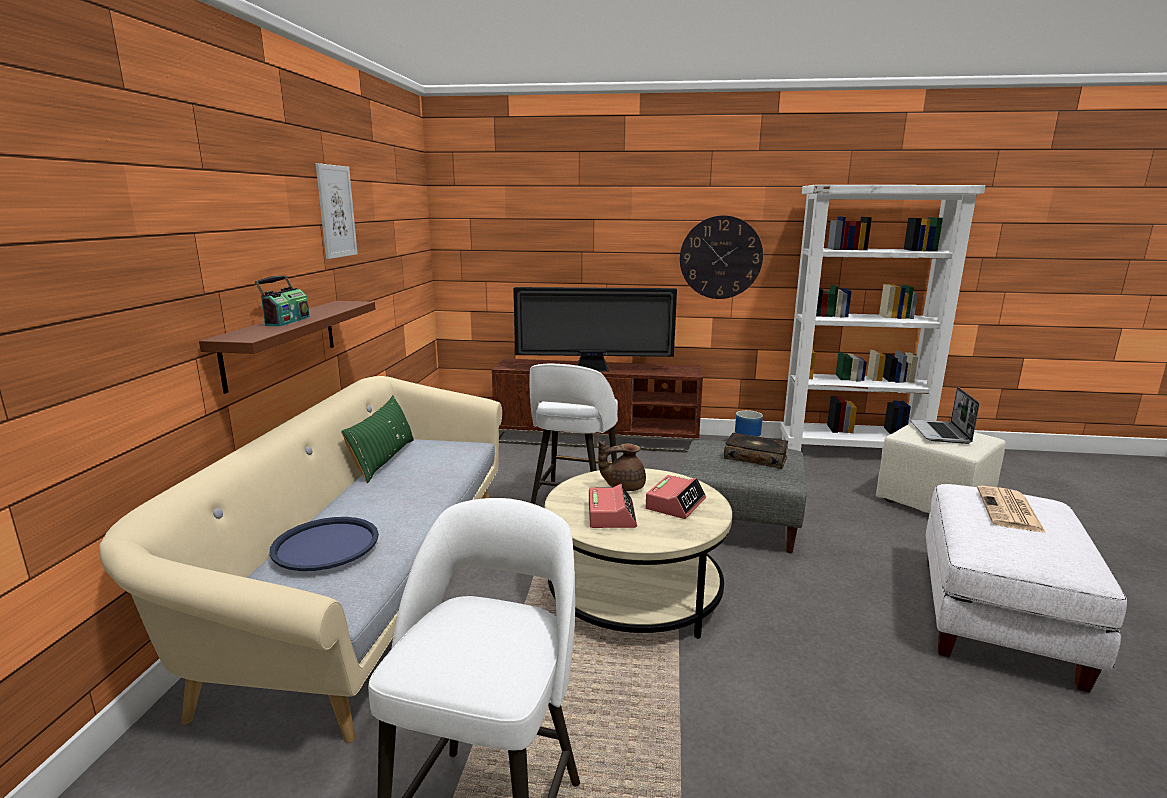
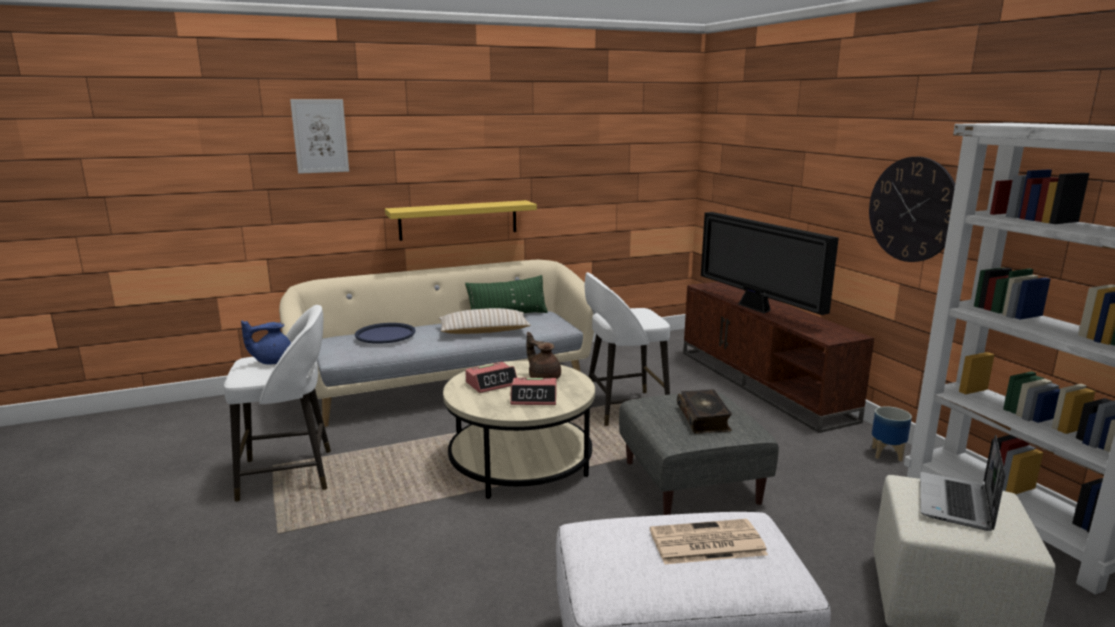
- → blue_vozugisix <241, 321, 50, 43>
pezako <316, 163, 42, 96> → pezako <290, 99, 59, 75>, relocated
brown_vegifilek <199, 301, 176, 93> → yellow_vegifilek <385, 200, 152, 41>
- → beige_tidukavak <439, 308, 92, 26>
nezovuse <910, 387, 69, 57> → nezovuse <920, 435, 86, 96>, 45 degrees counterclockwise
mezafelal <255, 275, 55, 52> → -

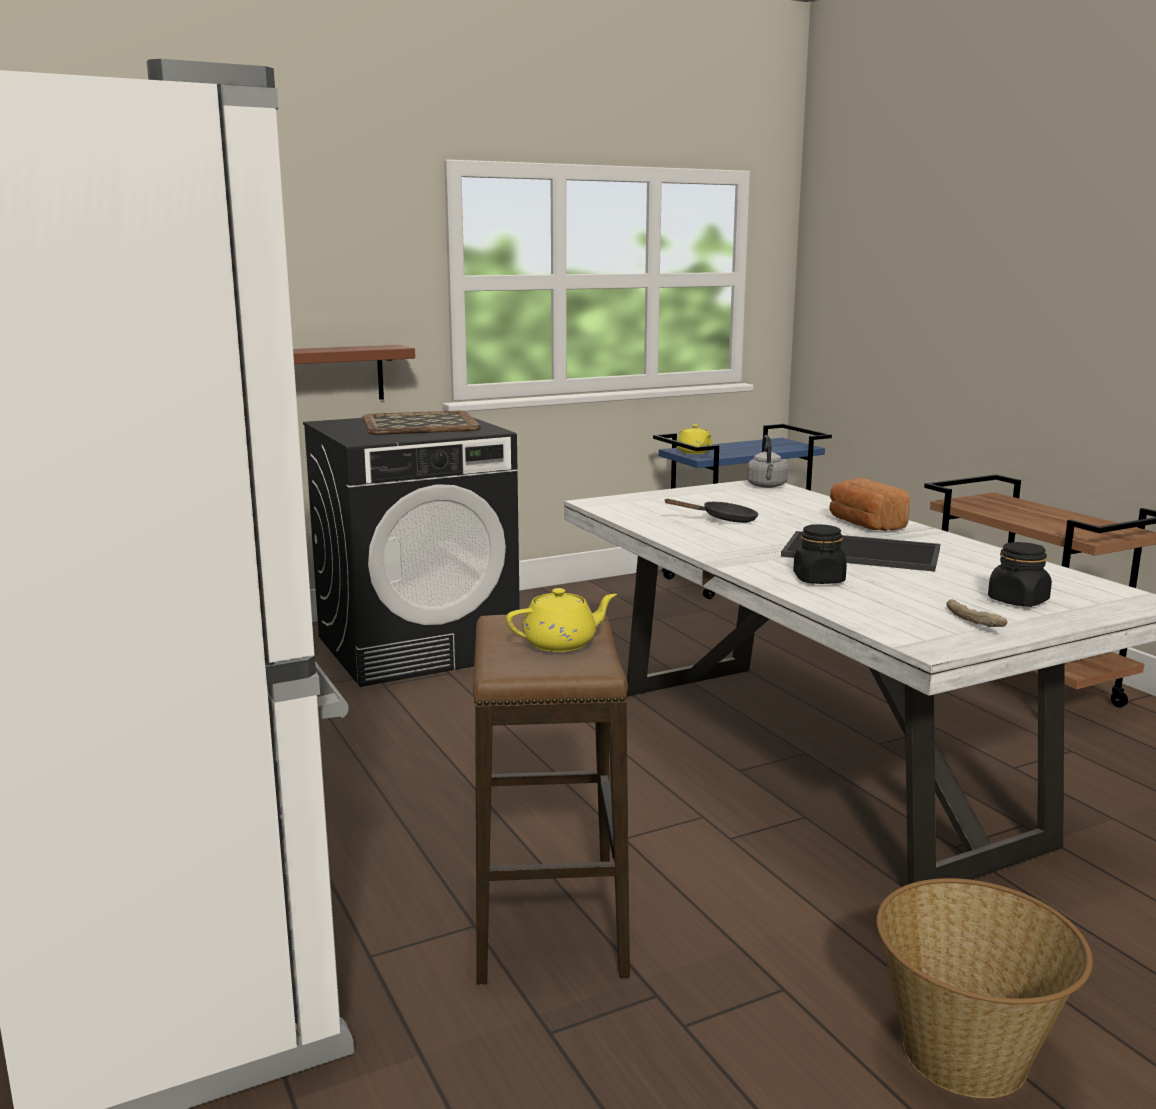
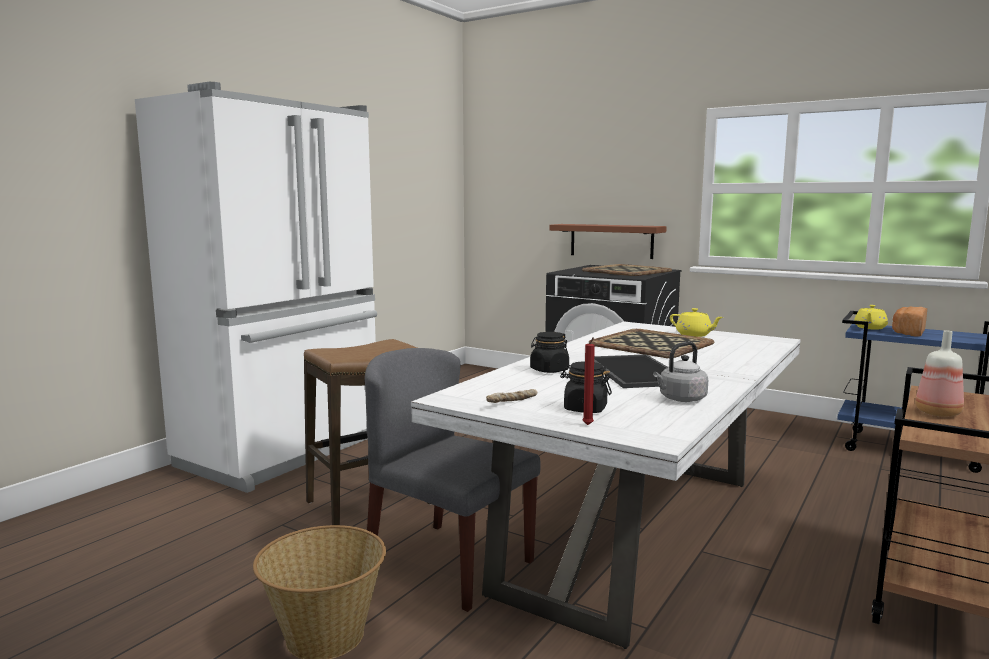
- → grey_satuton <365, 348, 176, 264>
- → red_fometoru <582, 337, 13, 88>
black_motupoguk <664, 499, 94, 24> → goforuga <589, 329, 125, 29>
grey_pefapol <747, 435, 41, 53> → grey_pefapol <653, 342, 55, 60>, relocated
yellow_vozugisix <506, 588, 111, 64> → yellow_vozugisix <670, 308, 53, 29>, relocated
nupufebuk <829, 478, 81, 53> → nupufebuk <892, 307, 35, 29>, relocated
- → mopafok <915, 330, 49, 87>

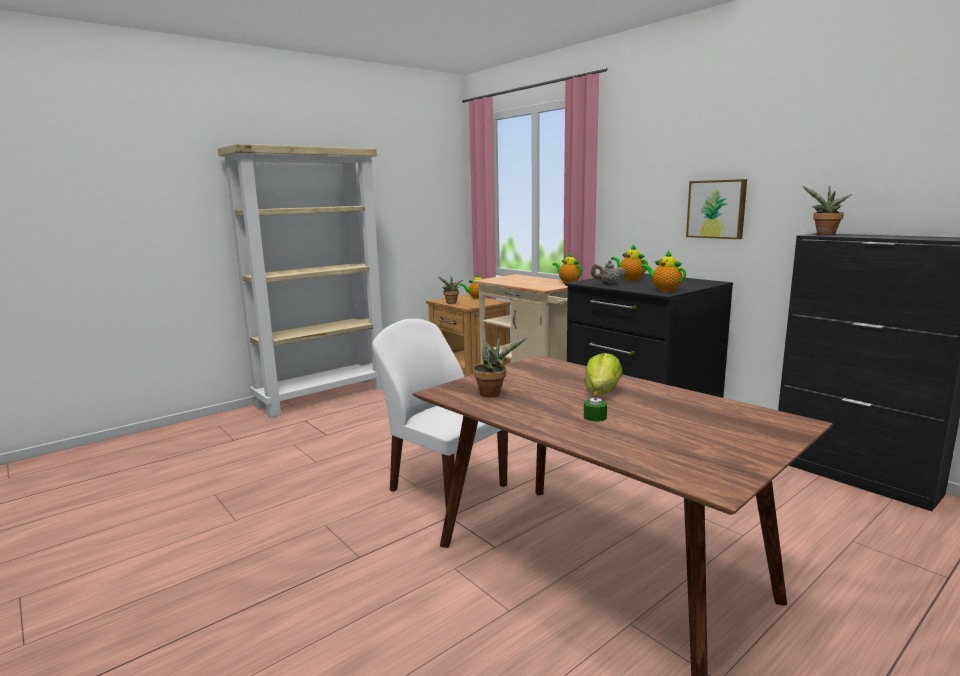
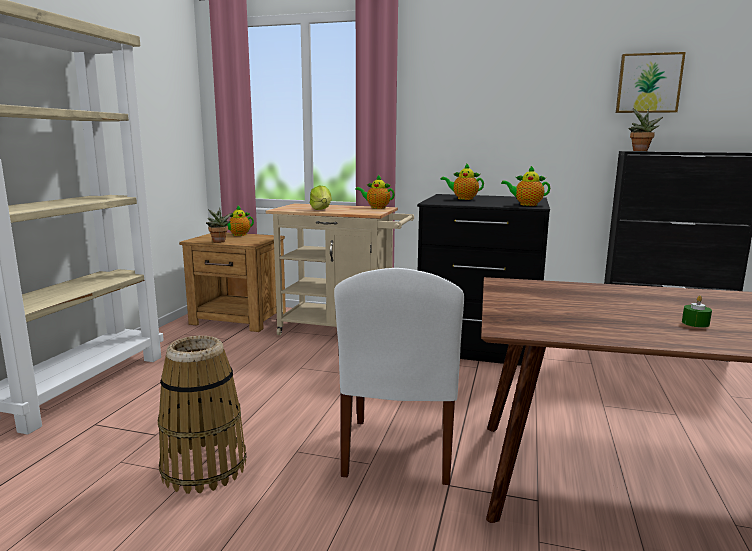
- → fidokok <158, 336, 89, 158>
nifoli <584, 353, 39, 41> → nifoli <310, 185, 22, 25>, relocated
white_satuton <372, 319, 136, 190> → white_satuton <334, 268, 130, 217>, 90 degrees counterclockwise
pezako <686, 179, 61, 60> → pezako <616, 52, 70, 61>, relocated
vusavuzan <473, 334, 54, 63> → -
beige_vozugisix <591, 261, 35, 24> → -

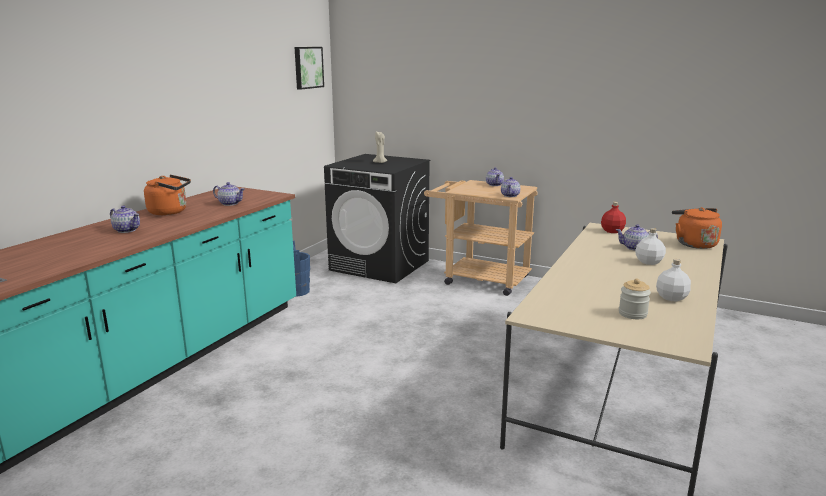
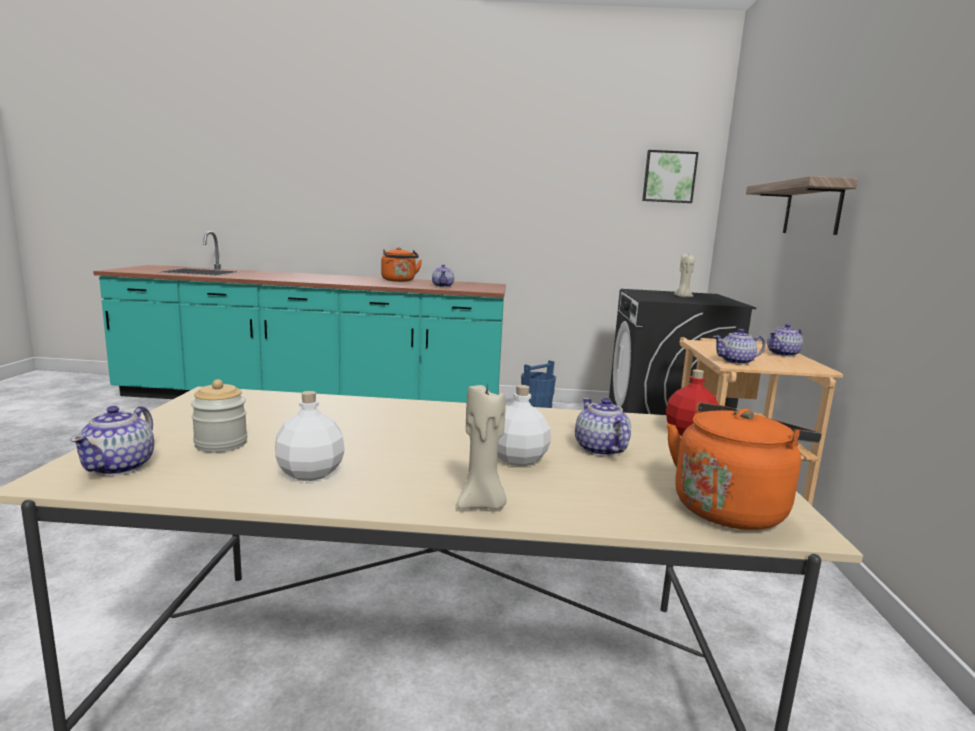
vozugisix <110, 205, 30, 28> → vozugisix <70, 406, 84, 70>, relocated
- → beige_fometoru <457, 381, 49, 128>
- → vegifilek <746, 176, 112, 59>

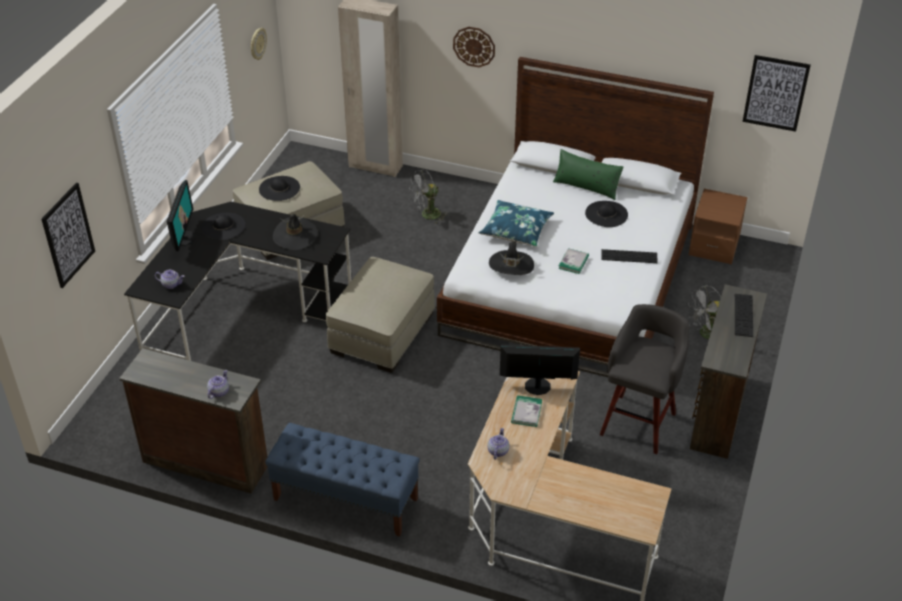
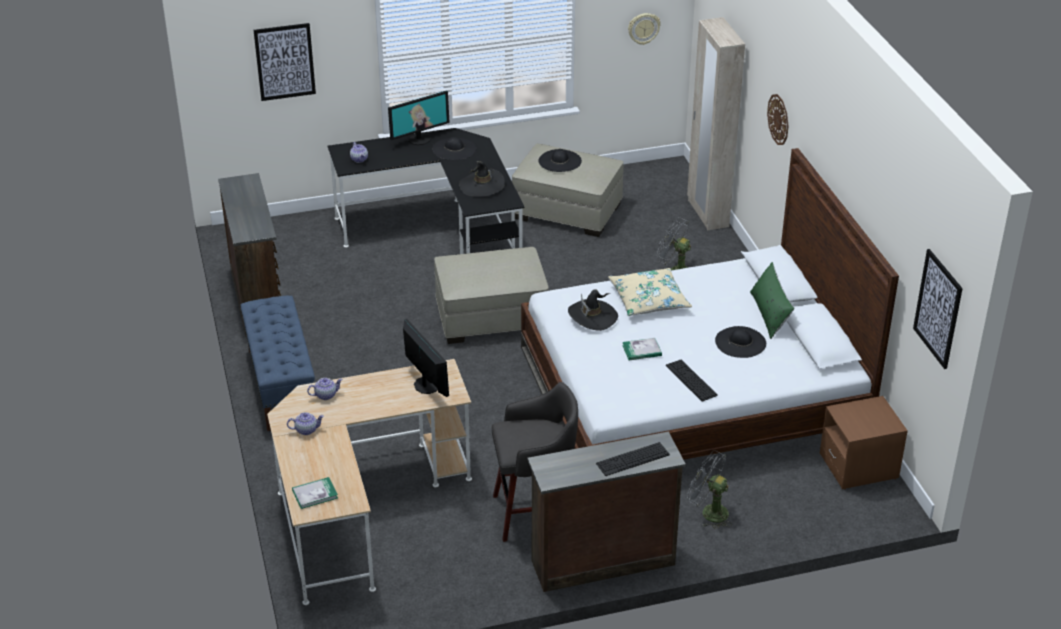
vozugisix <207, 370, 22, 29> → vozugisix <287, 412, 37, 23>, relocated
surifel <511, 395, 31, 32> → surifel <292, 477, 46, 32>, relocated
blue_tidukavak <479, 200, 75, 47> → beige_tidukavak <608, 268, 84, 48>

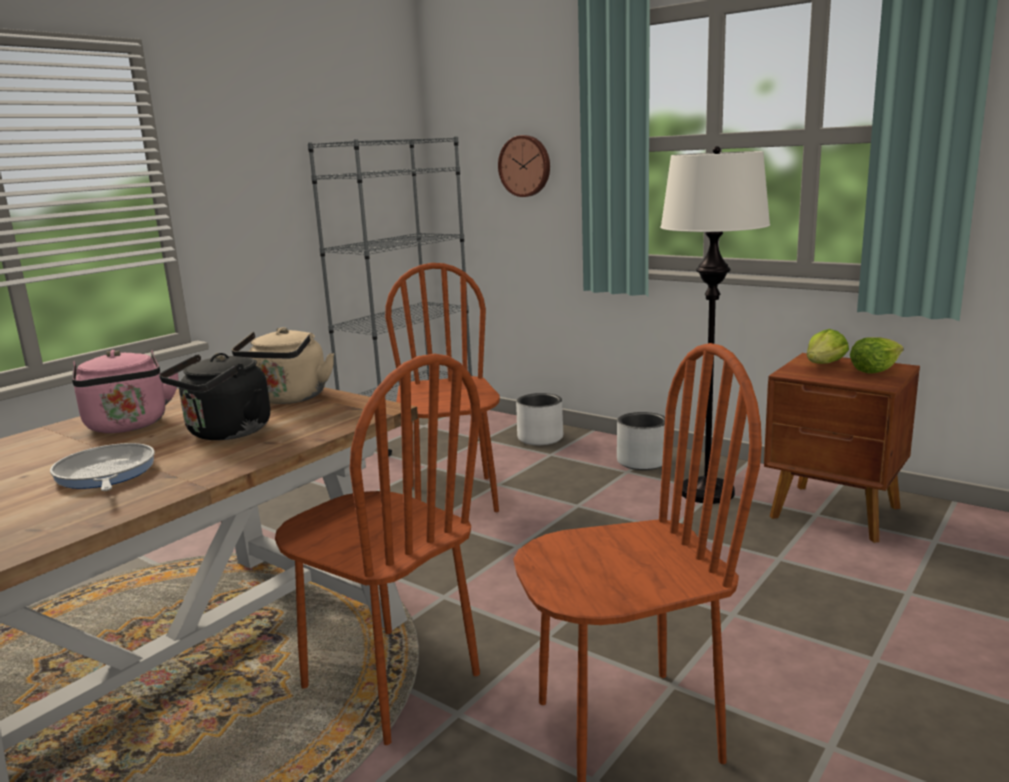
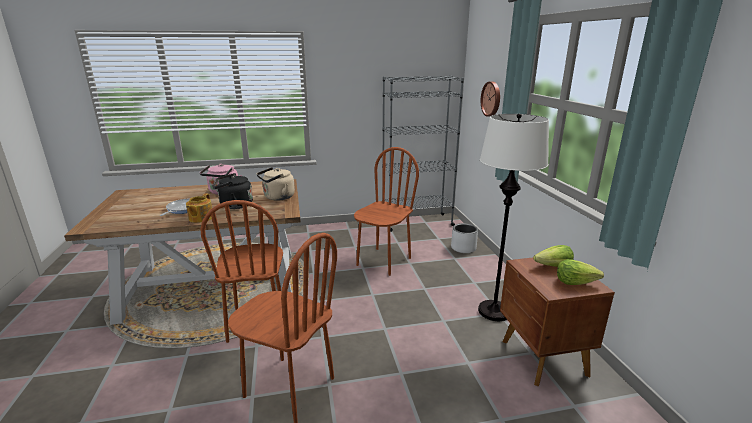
- → vozugisix <186, 193, 26, 30>
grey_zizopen <617, 412, 48, 58> → -

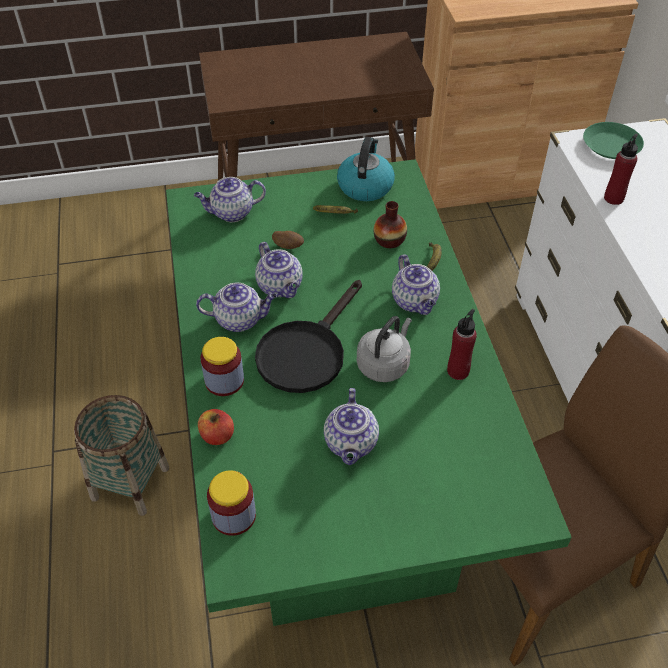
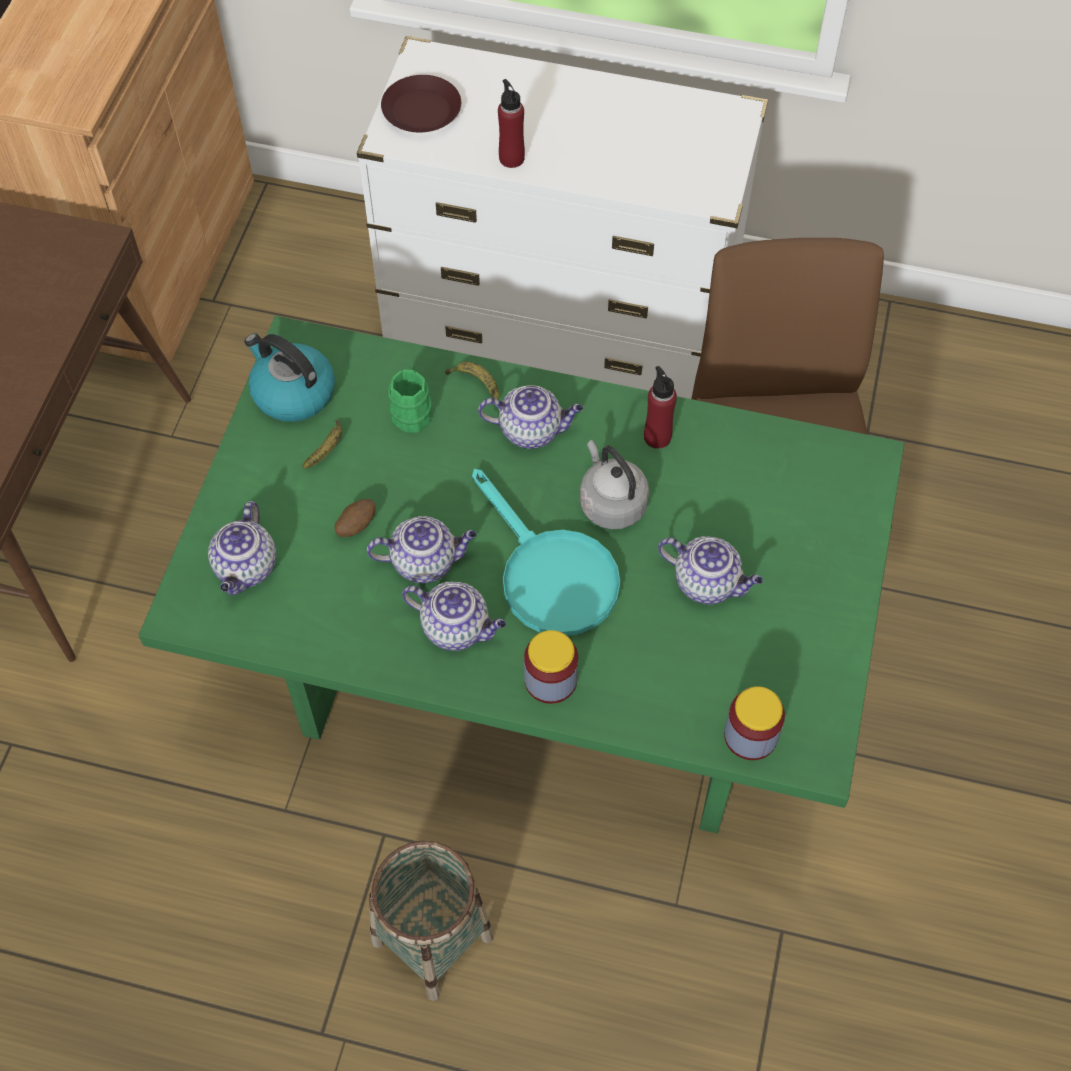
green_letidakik <583, 122, 61, 37> → brown_letidakik <381, 75, 80, 57>
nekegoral <374, 201, 33, 47> → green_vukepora <388, 366, 44, 67>
vozugisix <196, 282, 81, 50> → vozugisix <402, 582, 104, 69>, 90 degrees clockwise
black_motupoguk <255, 280, 107, 113> → turquoise_motupoguk <472, 469, 148, 167>
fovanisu <198, 409, 36, 36> → -

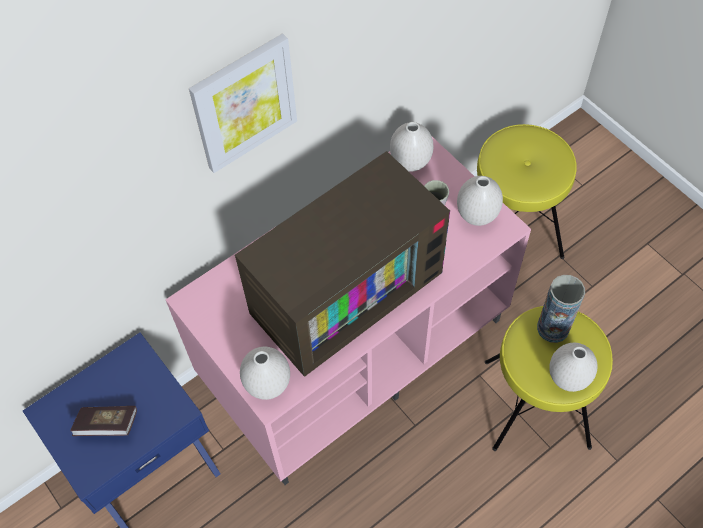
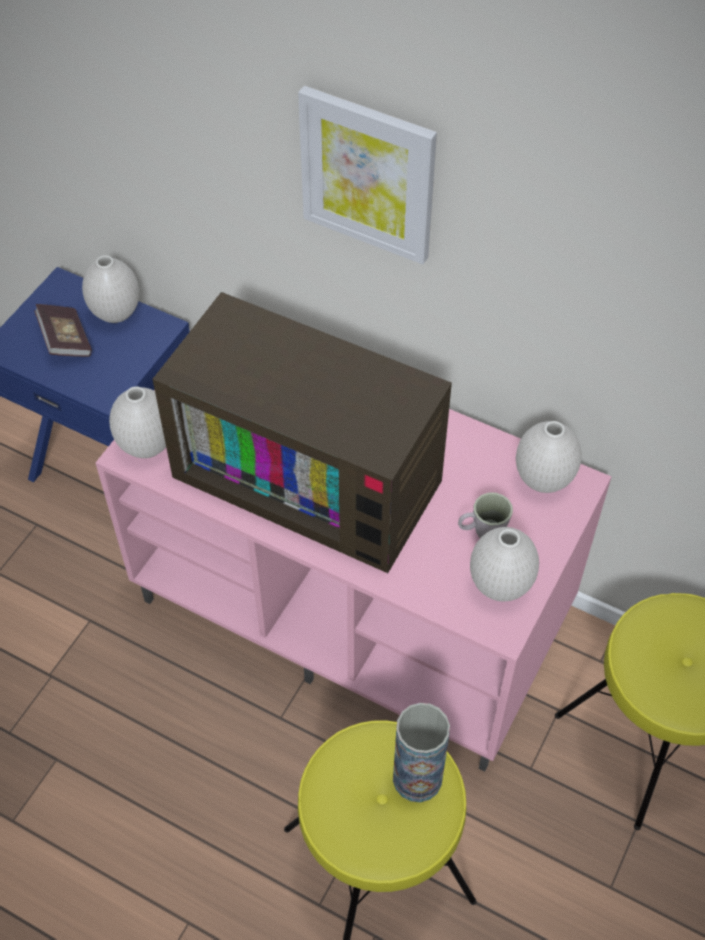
white_nekegoral <549, 343, 49, 49> → white_nekegoral <82, 255, 57, 68>, relocated

